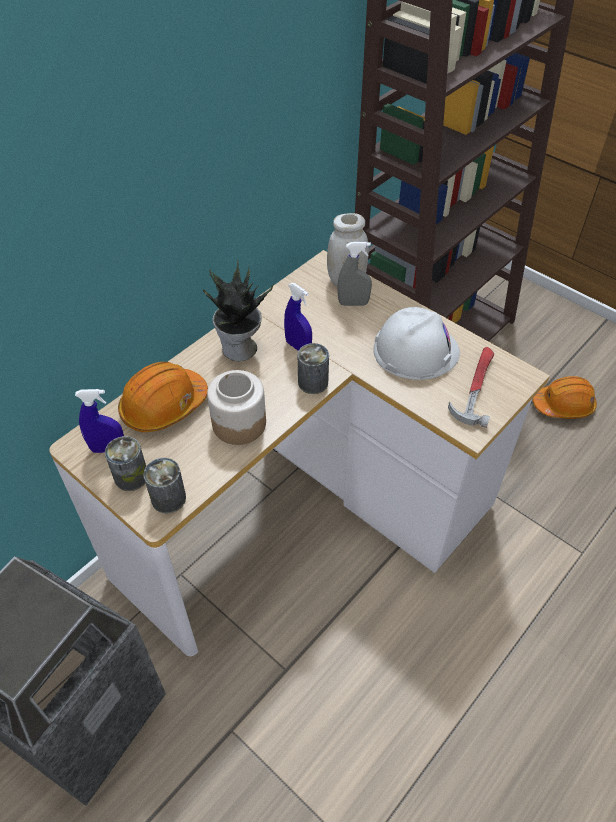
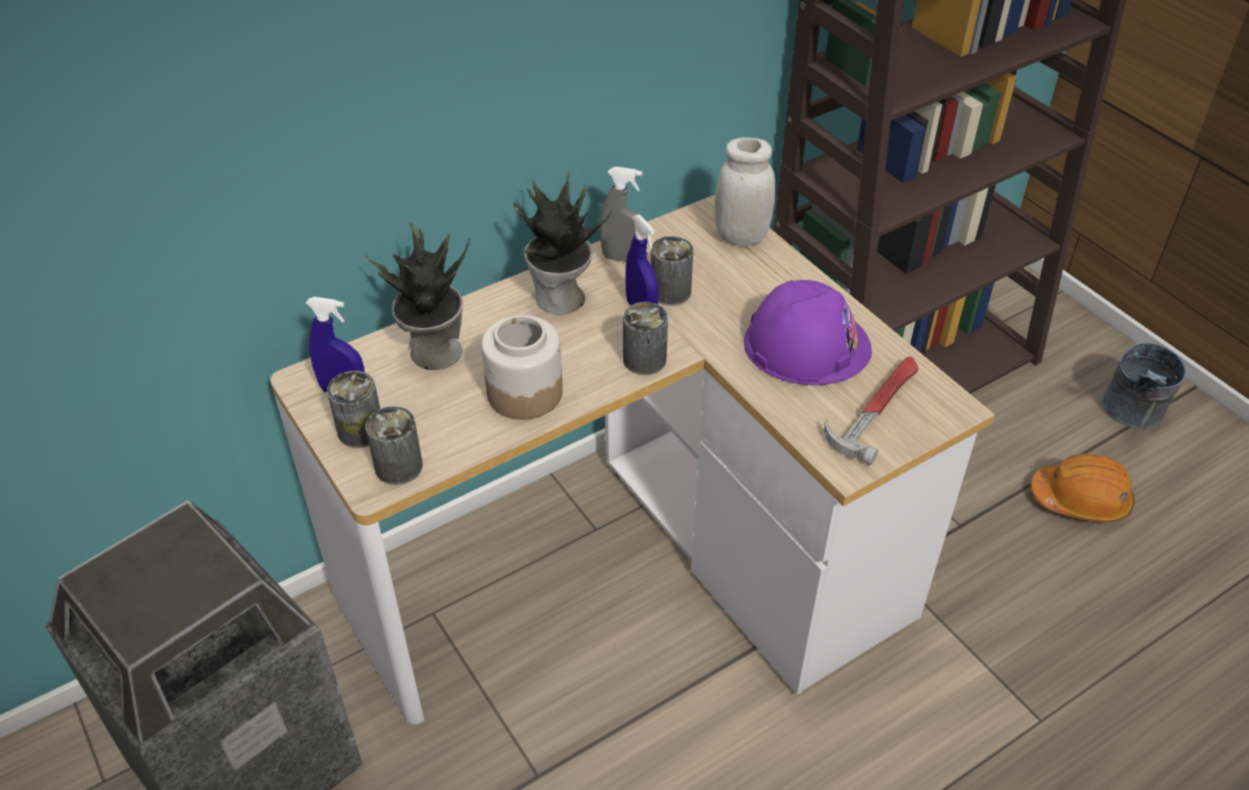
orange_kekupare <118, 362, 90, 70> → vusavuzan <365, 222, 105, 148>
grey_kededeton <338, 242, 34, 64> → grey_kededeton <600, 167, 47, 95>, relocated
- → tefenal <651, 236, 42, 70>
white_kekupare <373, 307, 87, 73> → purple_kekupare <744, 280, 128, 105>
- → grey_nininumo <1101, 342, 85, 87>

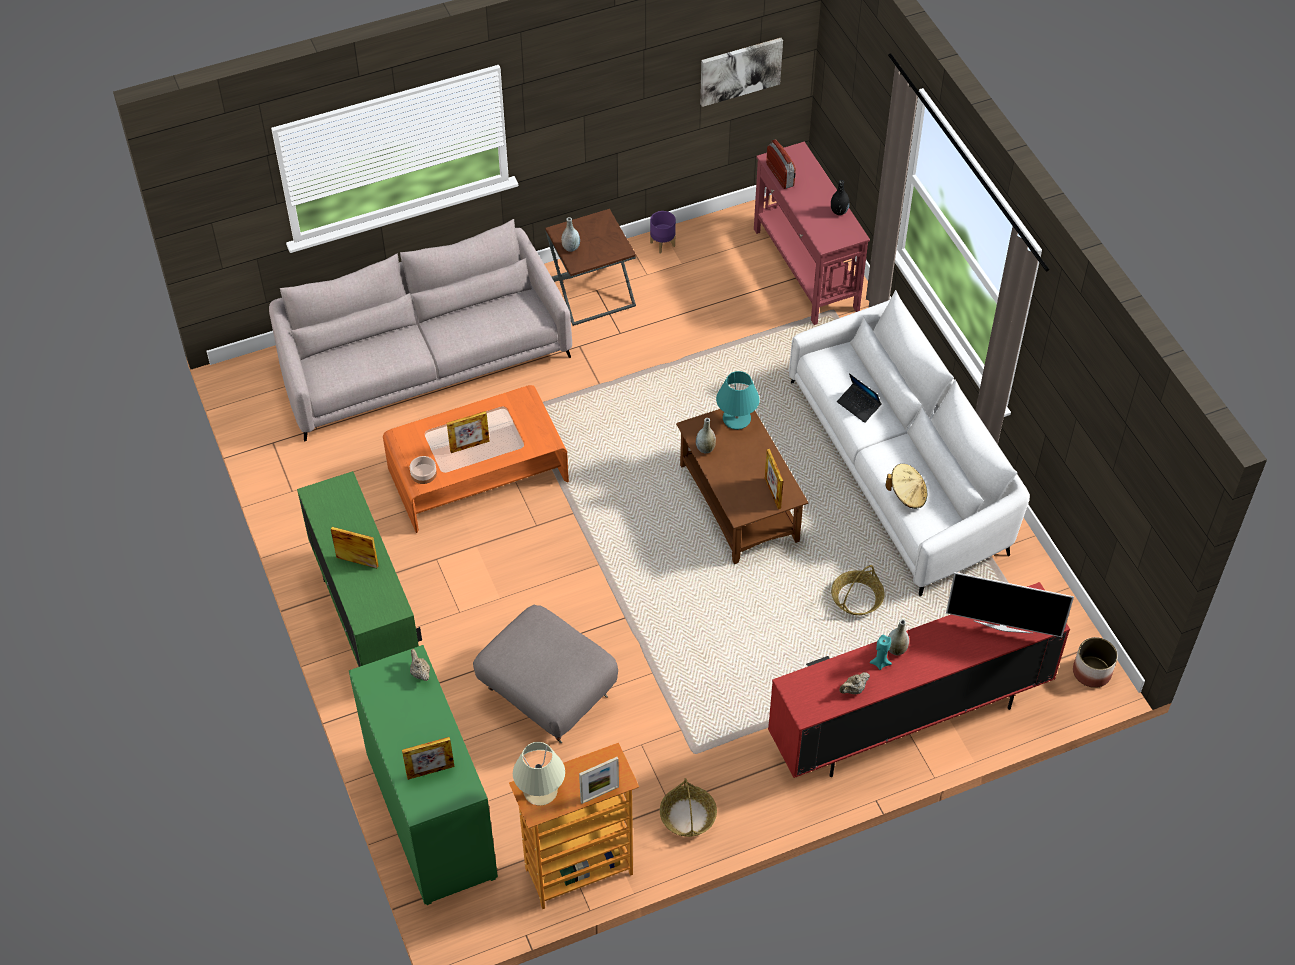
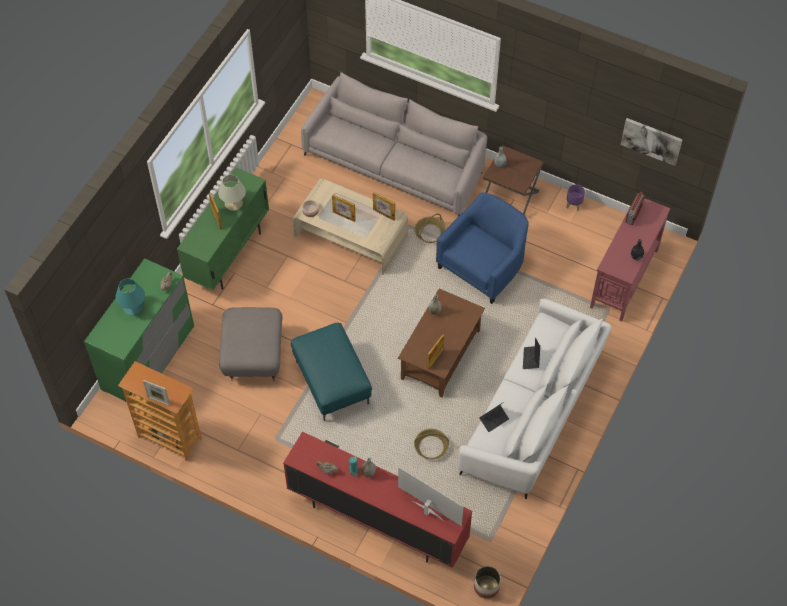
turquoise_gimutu <716, 371, 44, 59> → turquoise_gimutu <115, 279, 30, 36>, relocated
beige_gimutu <513, 742, 52, 64> → beige_gimutu <218, 175, 28, 36>, relocated
- → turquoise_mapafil <291, 323, 81, 98>
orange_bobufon <383, 385, 186, 148> → beige_bobufon <293, 178, 115, 97>
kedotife <402, 737, 52, 43> → kedotife <373, 192, 22, 28>, relocated
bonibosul <946, 572, 128, 65> → bonibosul <398, 467, 66, 59>, 150 degrees clockwise
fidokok <660, 778, 57, 59> → fidokok <415, 214, 31, 29>, relocated
- → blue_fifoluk <436, 192, 93, 112>
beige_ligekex <885, 464, 42, 45> → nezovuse <479, 401, 30, 31>

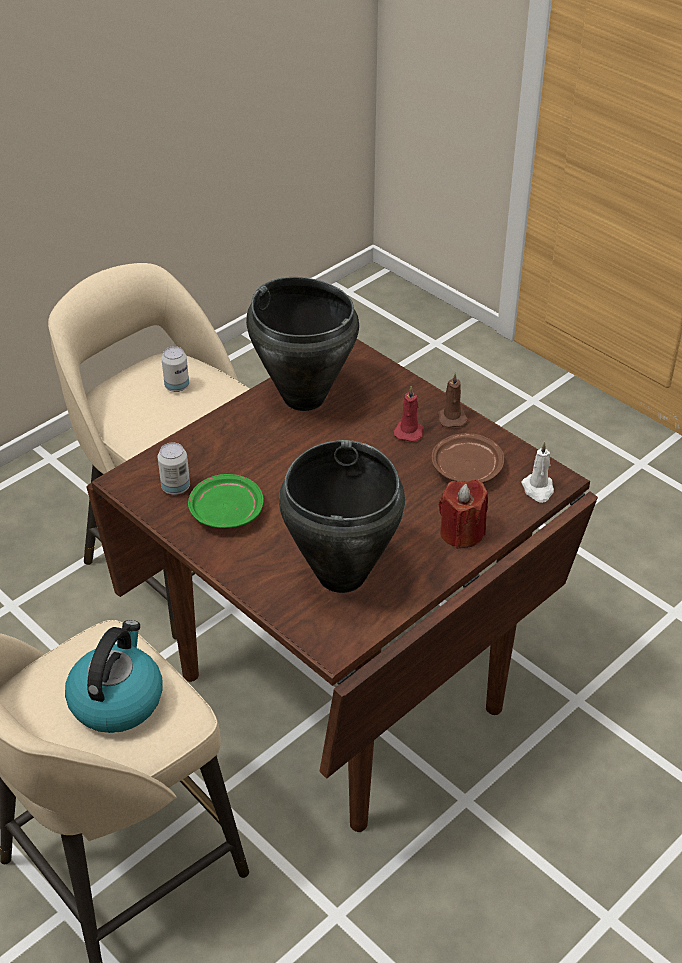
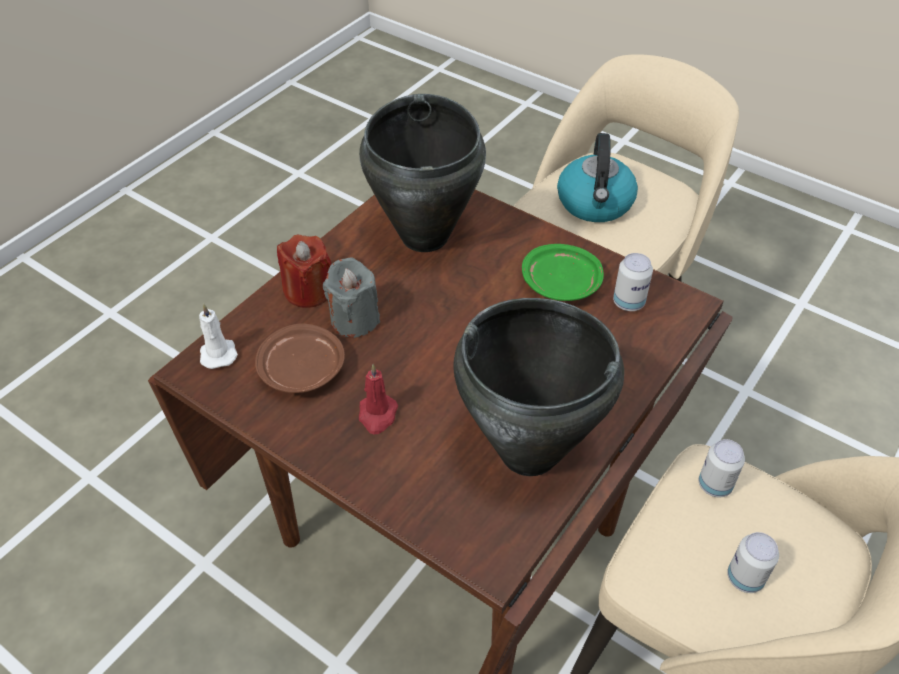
- → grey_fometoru <323, 257, 57, 81>
- → tefenal <699, 439, 46, 58>
brown_fometoru <437, 373, 31, 55> → -

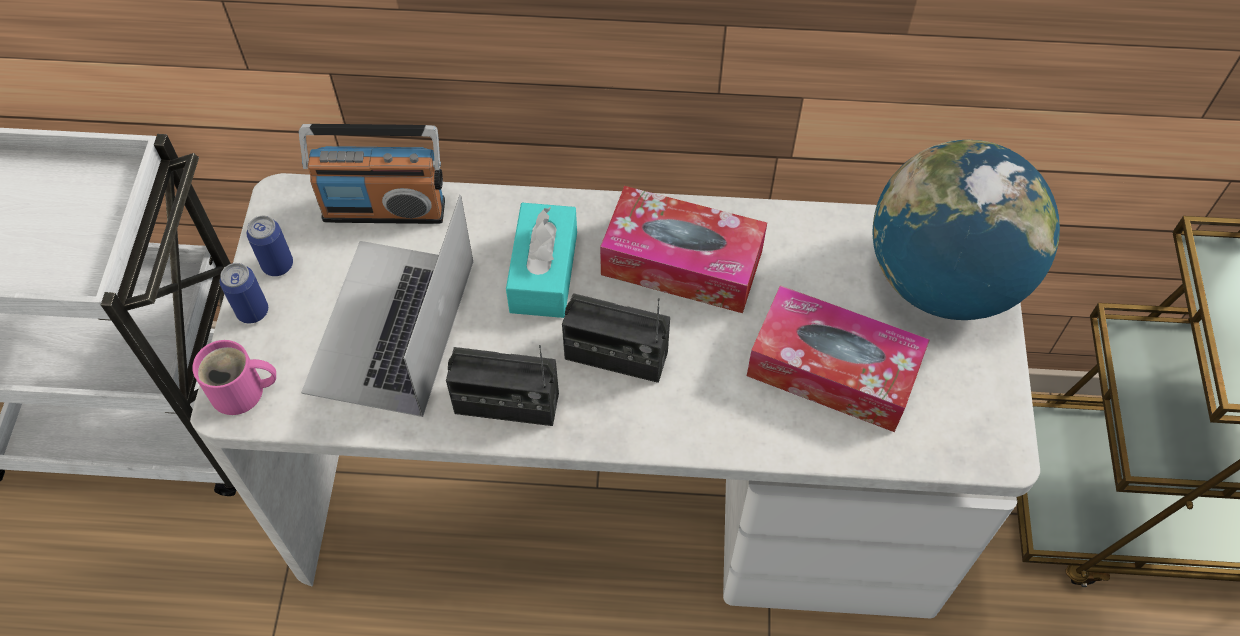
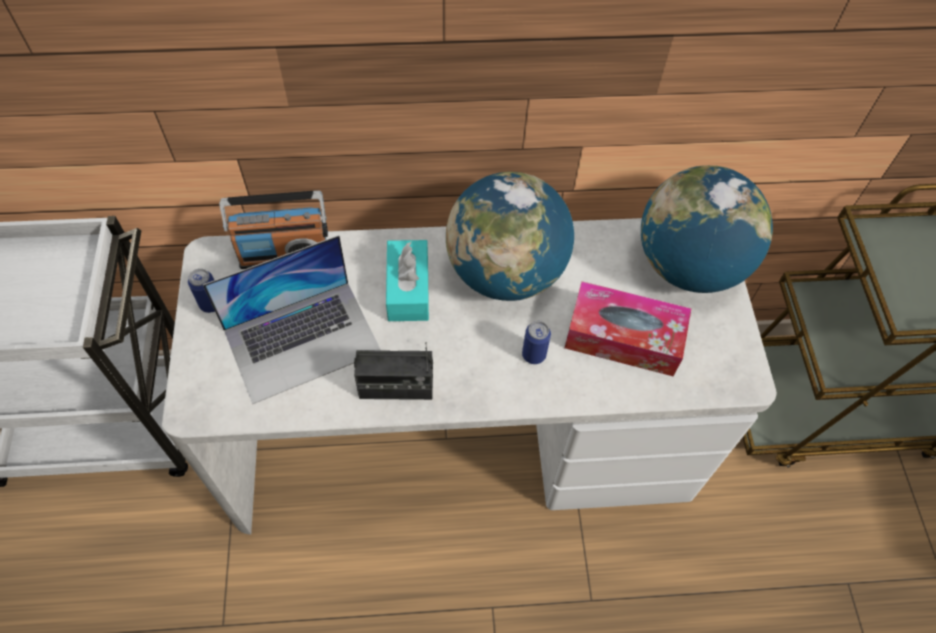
nezovuse <301, 195, 172, 222> → nezovuse <203, 235, 178, 169>, 120 degrees counterclockwise
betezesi <600, 186, 167, 127> → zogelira <446, 172, 128, 129>
tefenal <220, 263, 48, 61> → tefenal <522, 321, 29, 43>, relocated
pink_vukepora <192, 340, 84, 75> → -
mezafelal <562, 293, 108, 90> → -

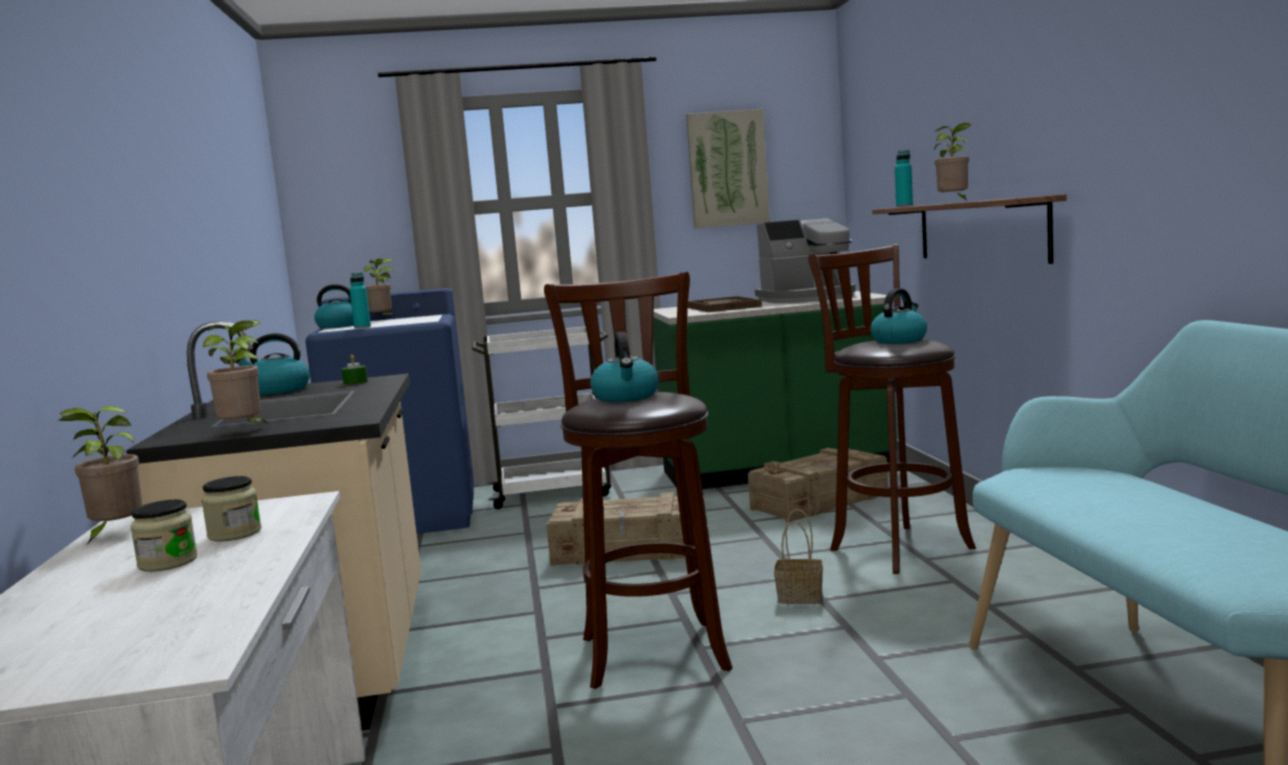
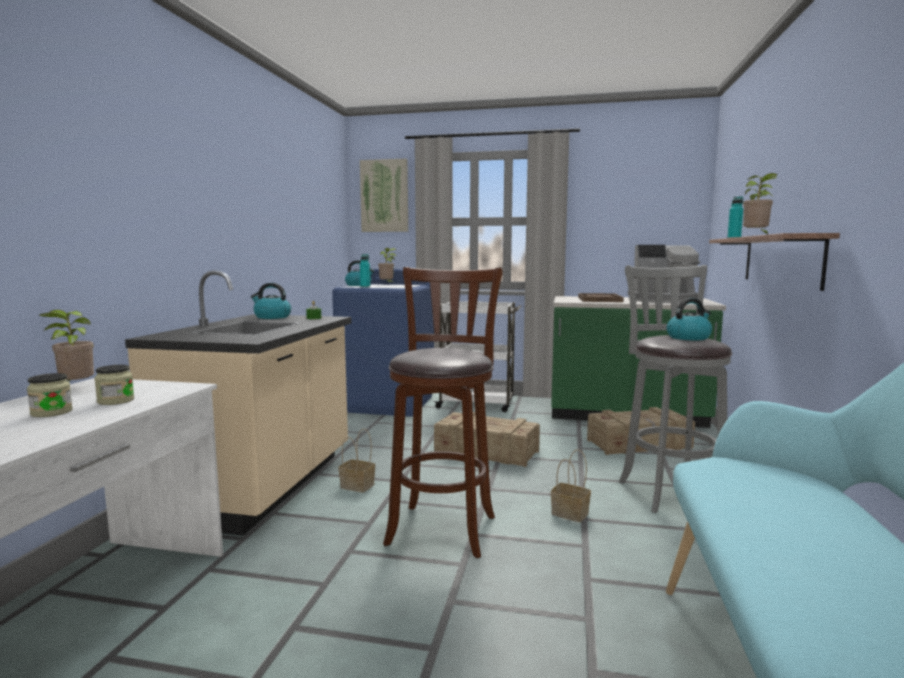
- → fidokok <338, 428, 37, 64>
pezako <686, 109, 84, 120> → pezako <360, 159, 48, 73>, relocated
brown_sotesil <808, 244, 168, 330> → grey_sotesil <619, 265, 113, 248>
vusavuzan <203, 320, 67, 105> → -
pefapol <590, 332, 69, 70> → -

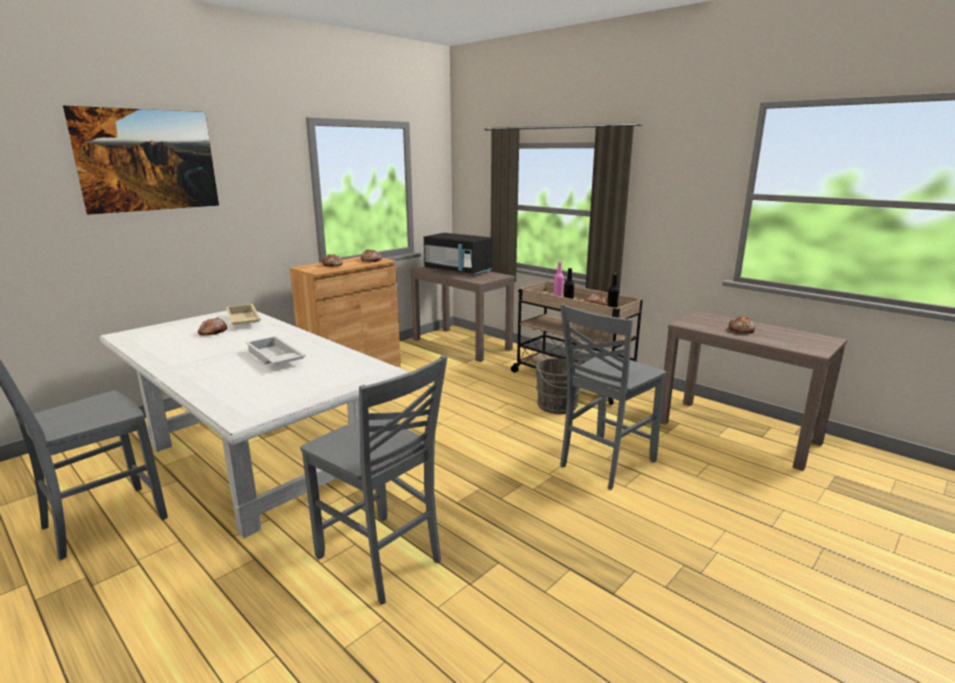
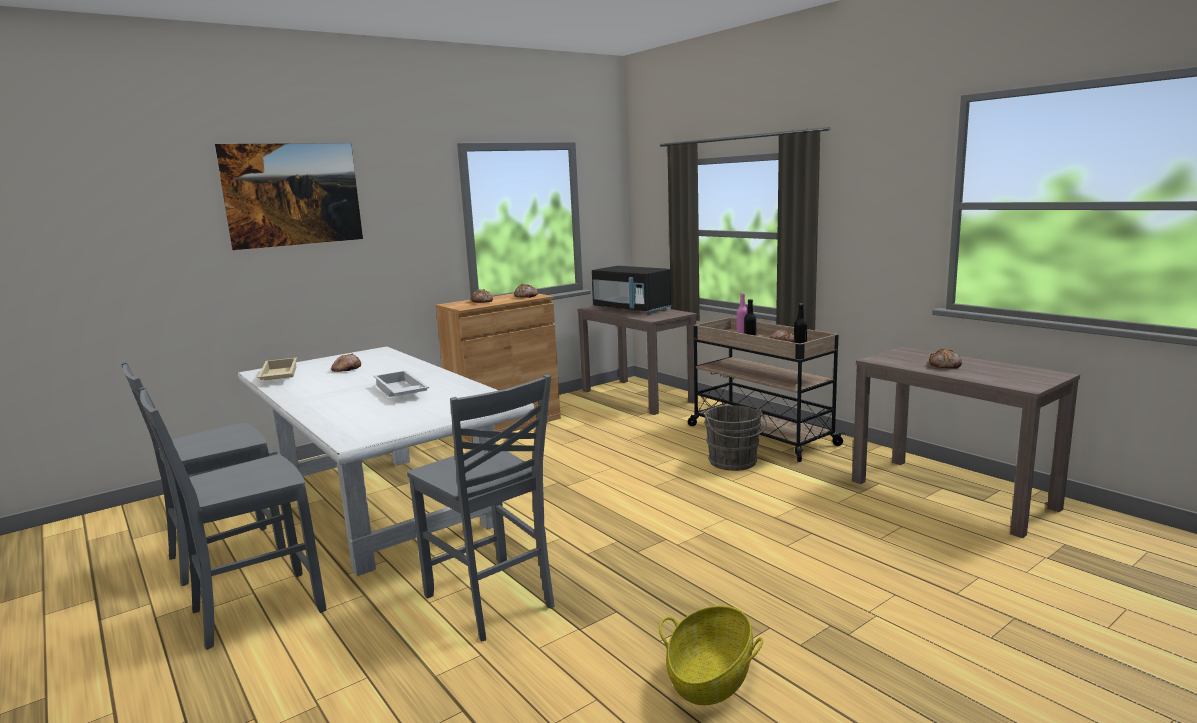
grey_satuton <560, 303, 107, 187> → grey_satuton <139, 387, 187, 263>, relocated
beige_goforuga <226, 304, 35, 21> → beige_goforuga <257, 358, 40, 22>, relocated
- → fidokok <659, 606, 104, 99>

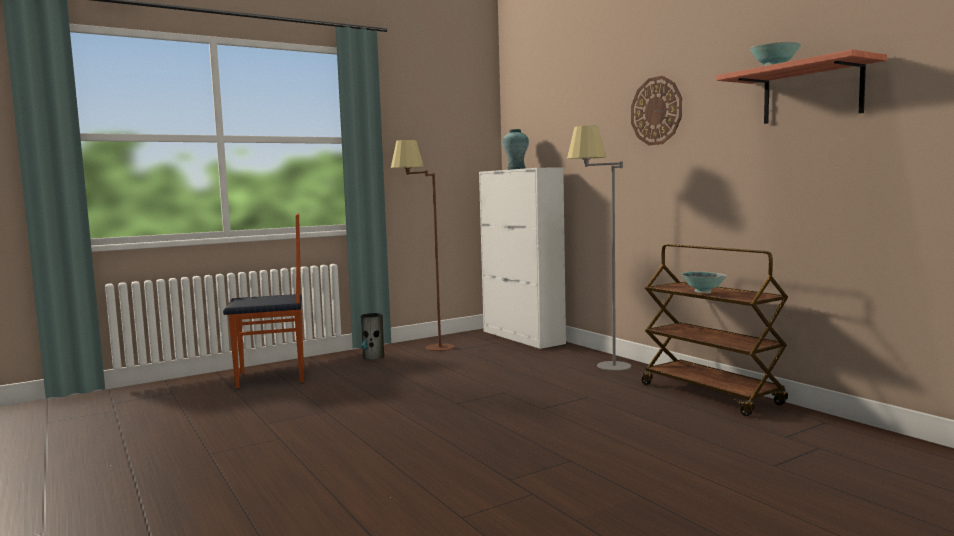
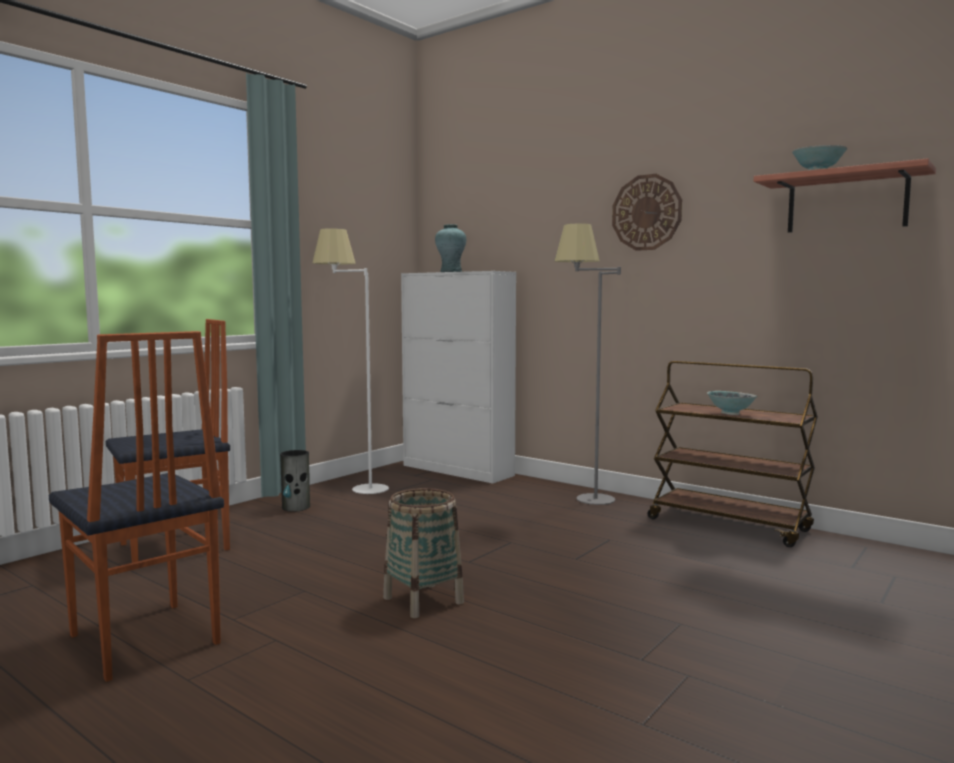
- → satuton <49, 331, 175, 351>
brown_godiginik <391, 140, 64, 211> → white_godiginik <312, 228, 77, 266>
- → fidokok <383, 488, 81, 130>

